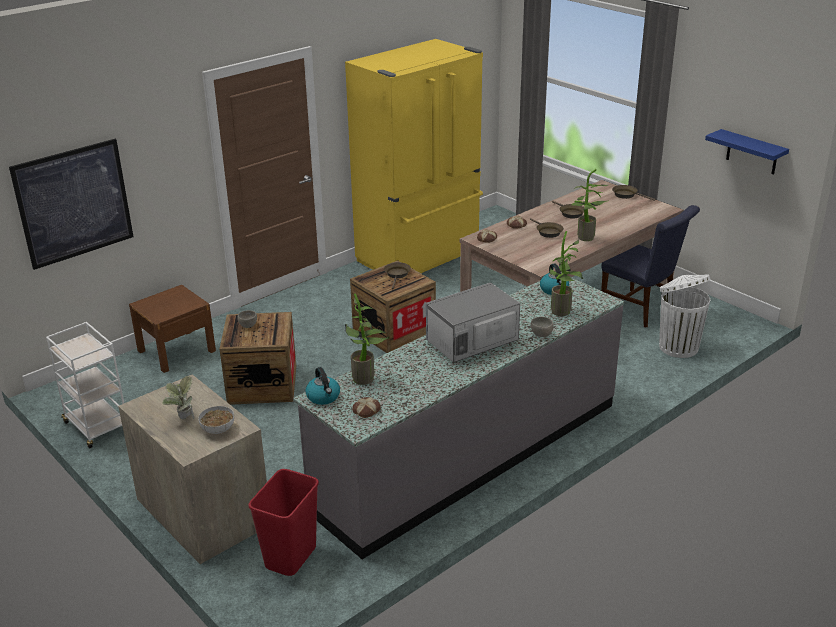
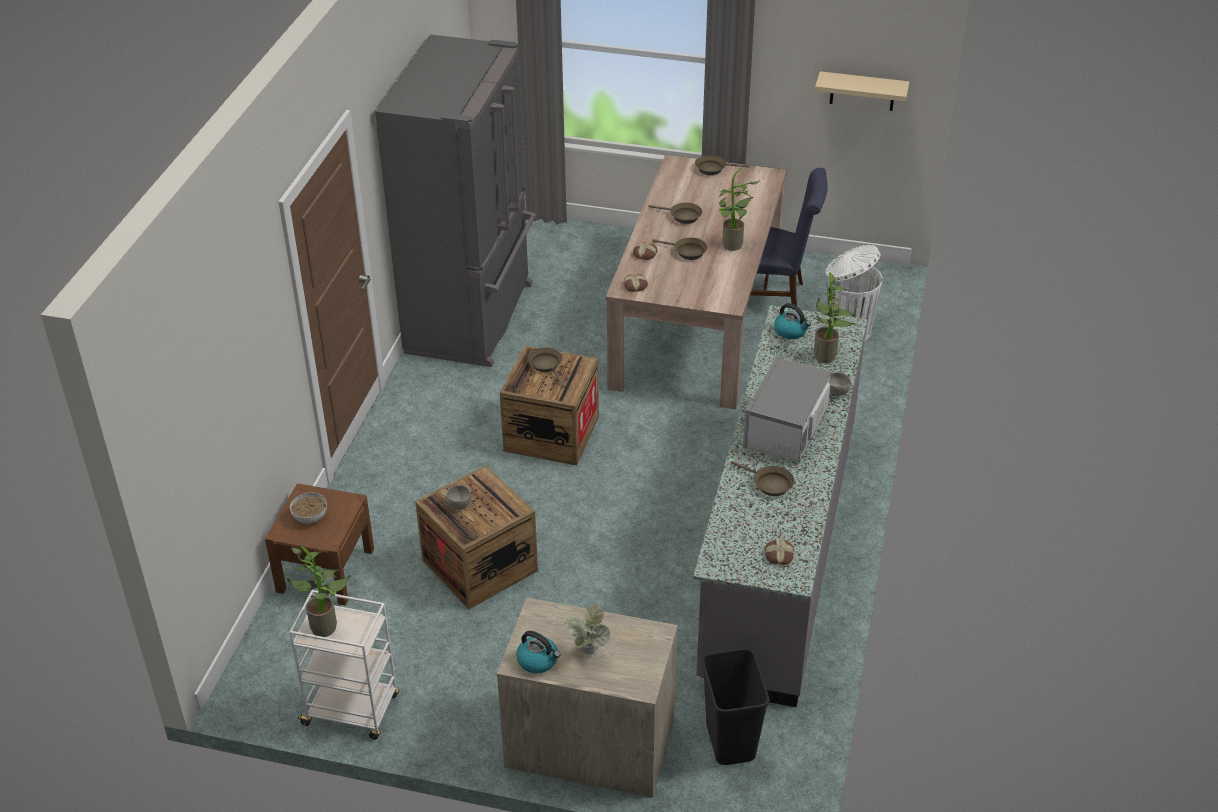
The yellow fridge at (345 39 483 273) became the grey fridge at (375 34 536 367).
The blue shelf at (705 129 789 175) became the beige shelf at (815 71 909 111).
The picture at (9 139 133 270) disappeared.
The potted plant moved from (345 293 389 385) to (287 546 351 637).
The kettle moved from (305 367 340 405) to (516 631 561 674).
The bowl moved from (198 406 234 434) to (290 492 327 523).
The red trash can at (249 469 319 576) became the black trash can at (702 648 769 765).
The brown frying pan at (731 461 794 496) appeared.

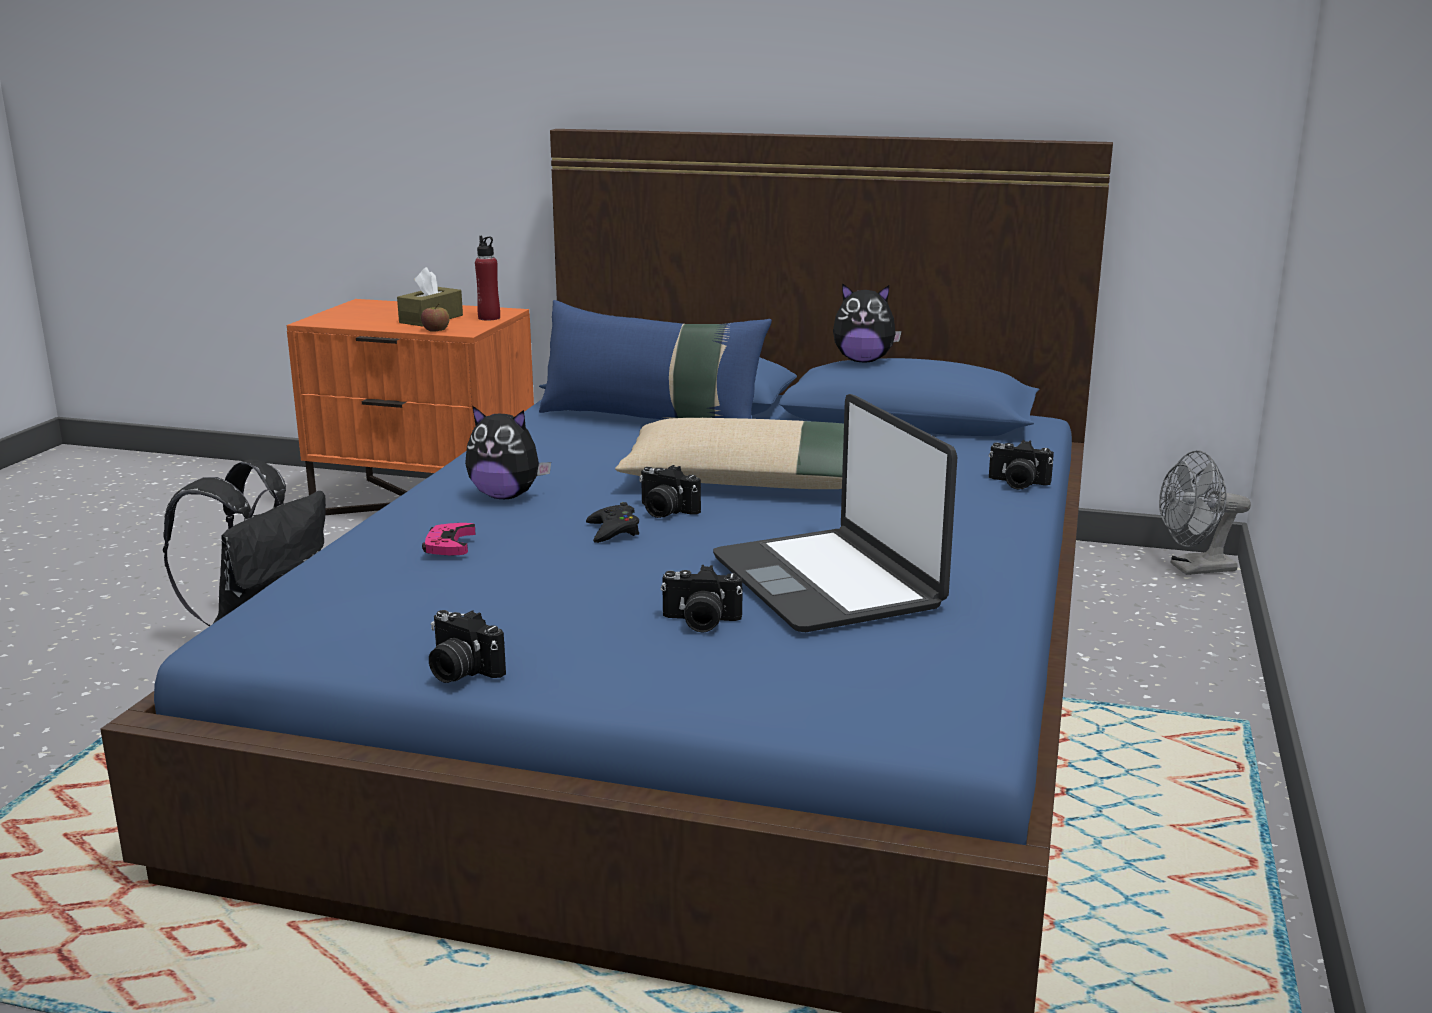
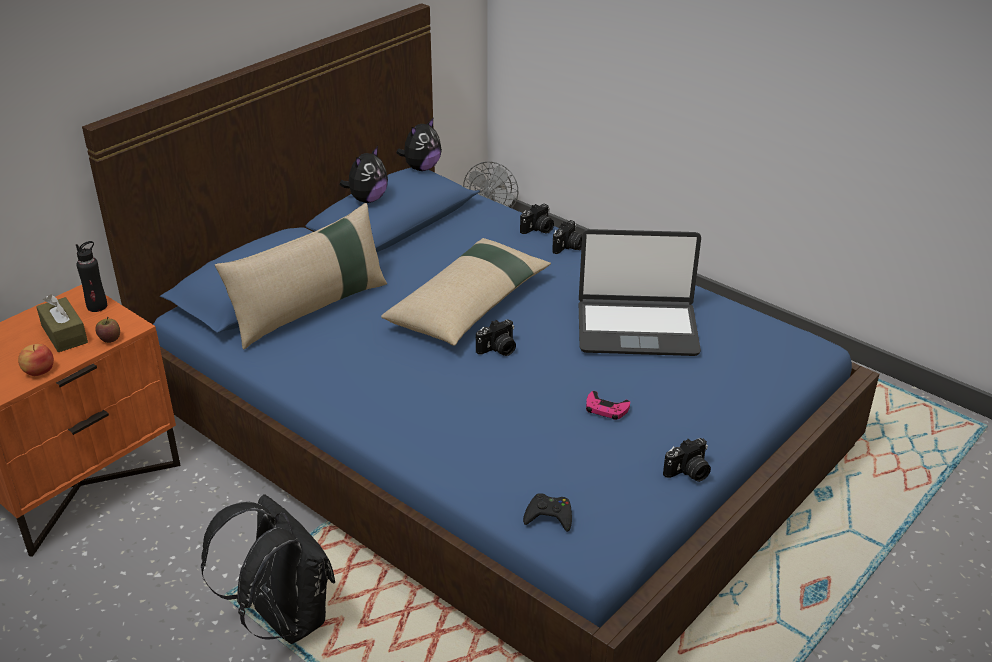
The red bottle at (475 236 500 320) became the black bottle at (76 241 107 312).
The blue pillow at (539 300 772 420) became the beige pillow at (215 203 387 349).
The plush toy moved from (465 406 551 499) to (396 117 442 171).
The black game controller moved from (586 502 639 543) to (523 493 572 532).
The pink game controller moved from (422 523 476 555) to (586 391 630 420).
The photo camera moved from (661 565 743 633) to (552 220 582 254).
The apple at (18 344 54 376) appeared.

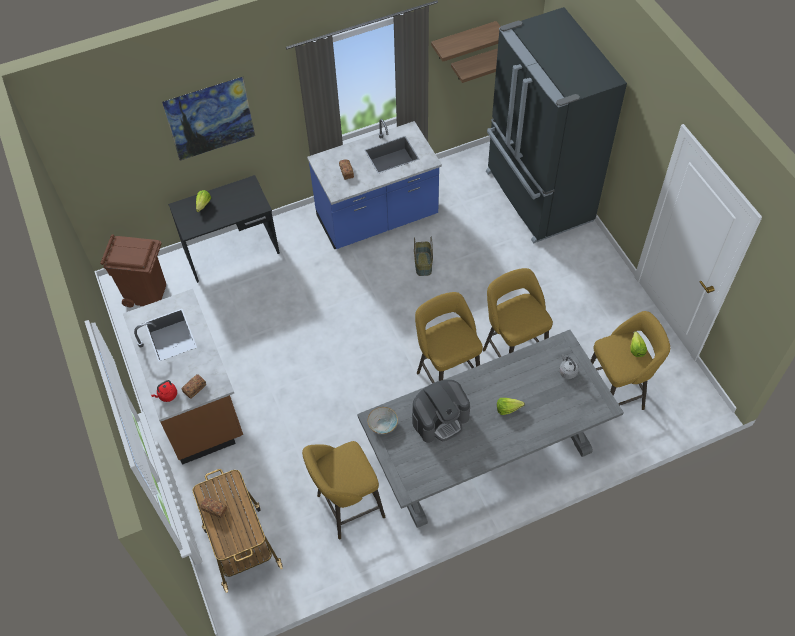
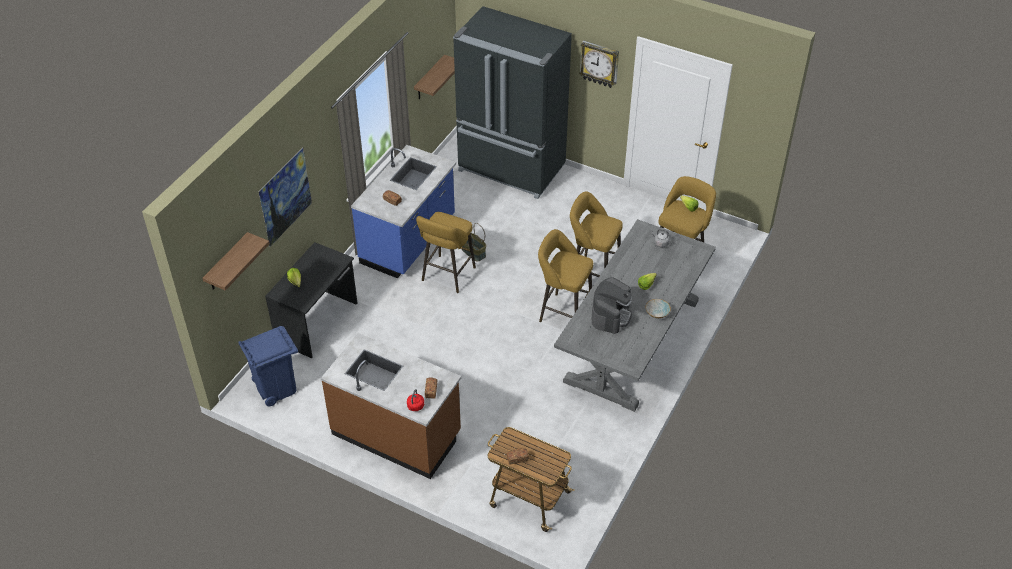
The shelf moved from (431 21 501 62) to (203 232 270 291).
The brown trash can at (101 234 166 307) became the blue trash can at (238 326 298 406).
The bowl moved from (368 407 398 434) to (646 299 671 318).
The yellow stool moved from (302 441 385 539) to (416 212 476 293).
The wall clock at (579 40 619 88) appeared.

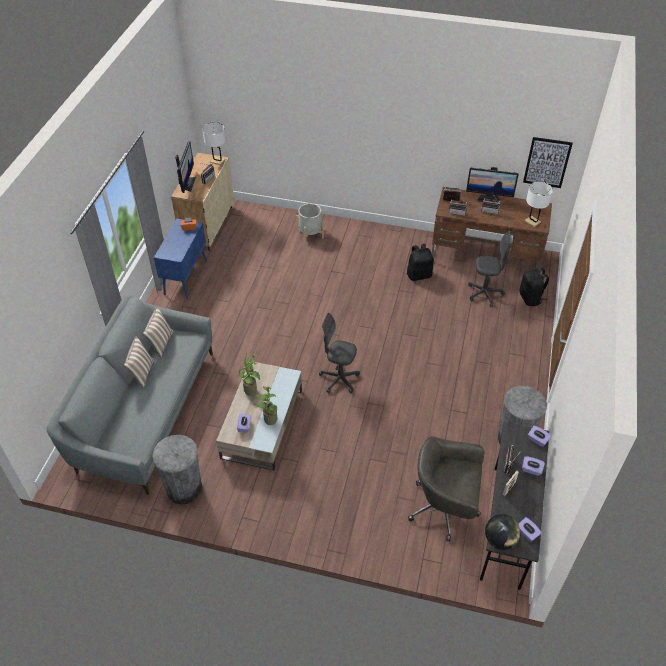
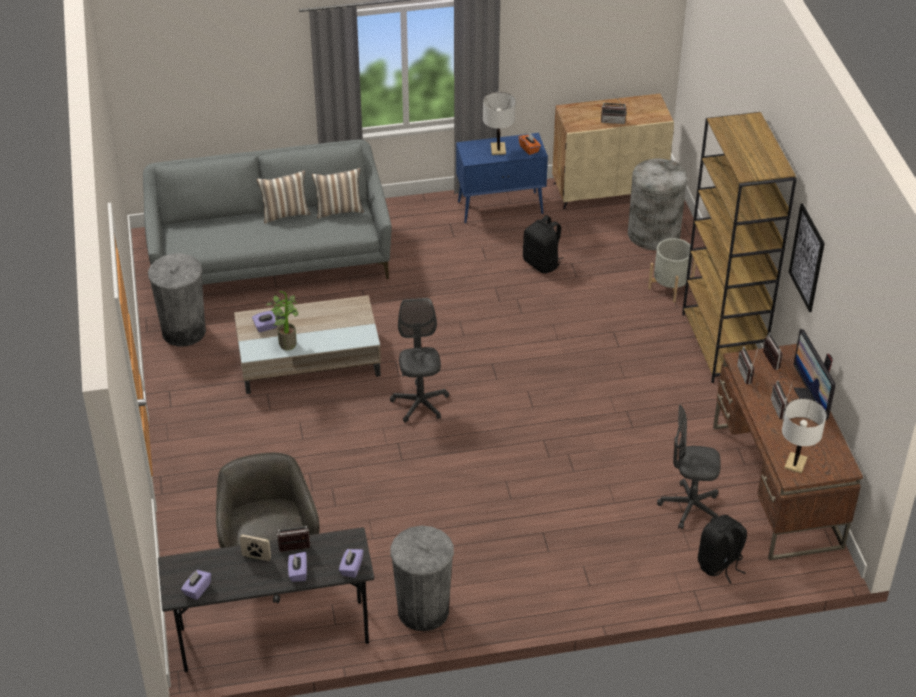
The white table lamp moved from (202 122 226 165) to (483 92 516 155).
The picture moved from (523 137 573 188) to (789 204 825 312).
The monitor at (175 141 196 193) disappeared.
The grey office chair at (468 231 512 307) turned 120 degrees clockwise.
The black backpack moved from (407 244 434 281) to (523 215 563 274).
The potted plant at (239 352 260 396) disappeared.
The globe at (485 514 521 550) disappeared.
The brown bookcase at (682 112 797 383) appeared.
The grey trash can at (628 159 687 250) appeared.

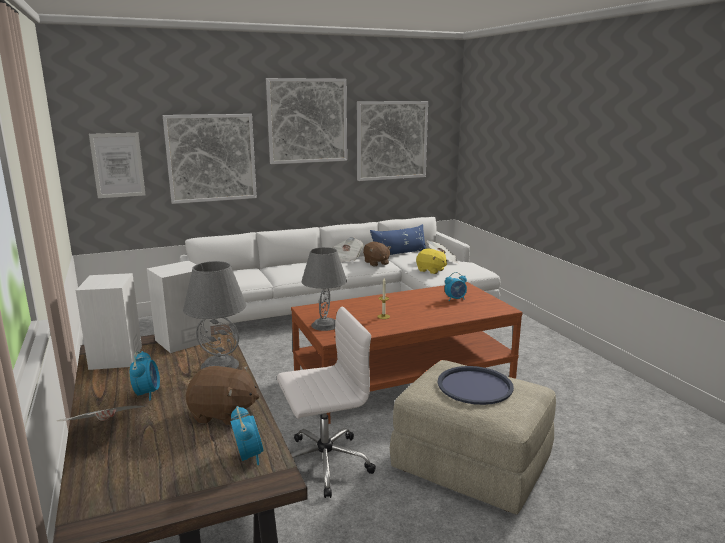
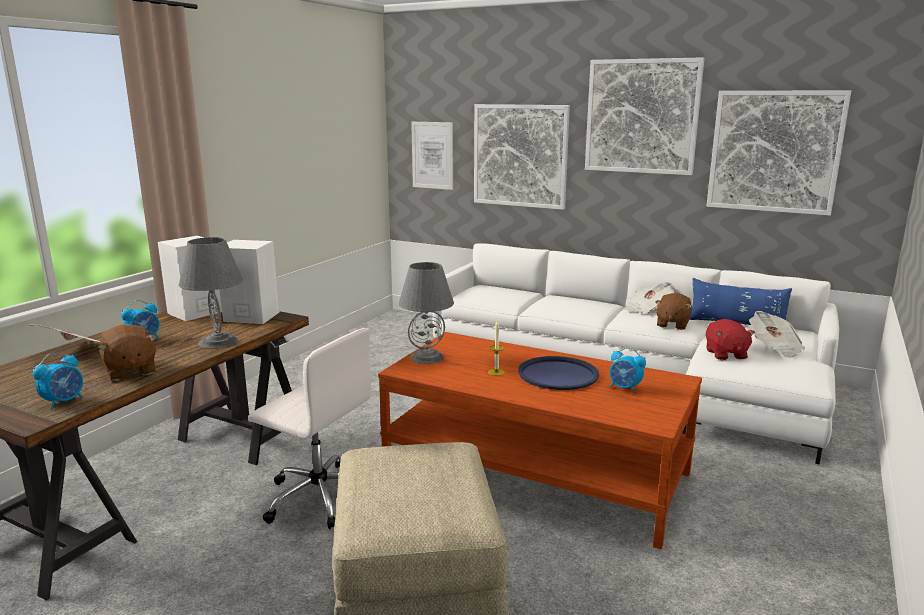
The yellow plush toy at (416 249 447 274) became the red plush toy at (706 319 755 360).
The blue tray moved from (438 366 514 405) to (518 356 599 390).

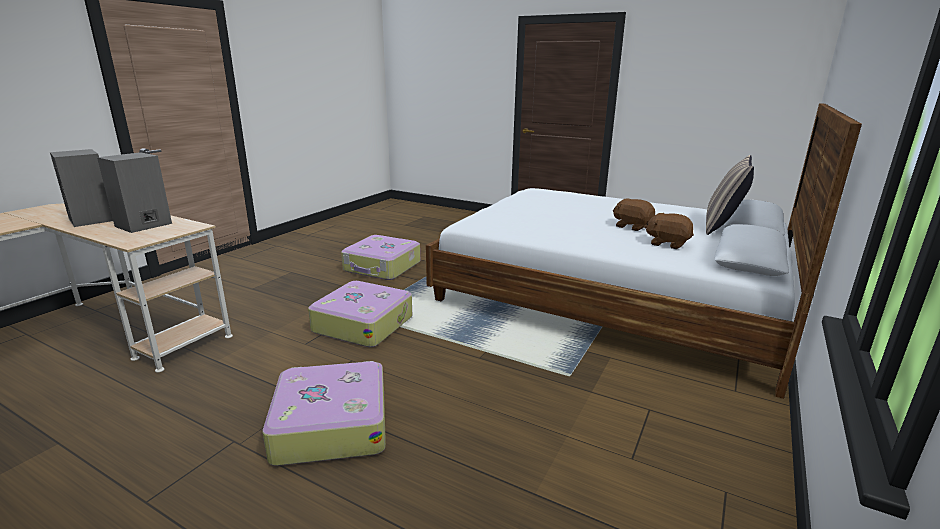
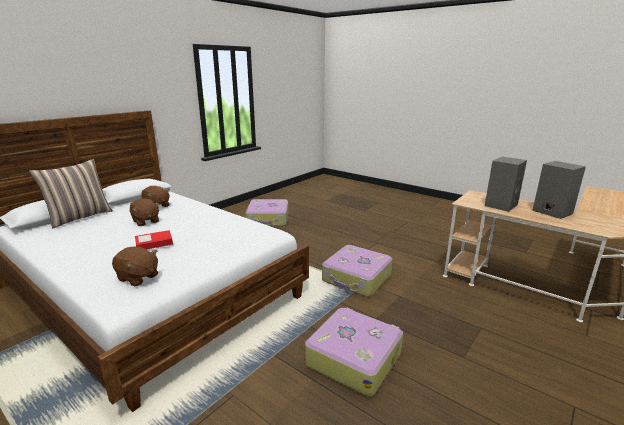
The suitcase moved from (263 361 386 466) to (245 199 289 226).
The book at (135 230 173 250) appeared.
The brown plush toy at (112 246 158 286) appeared.

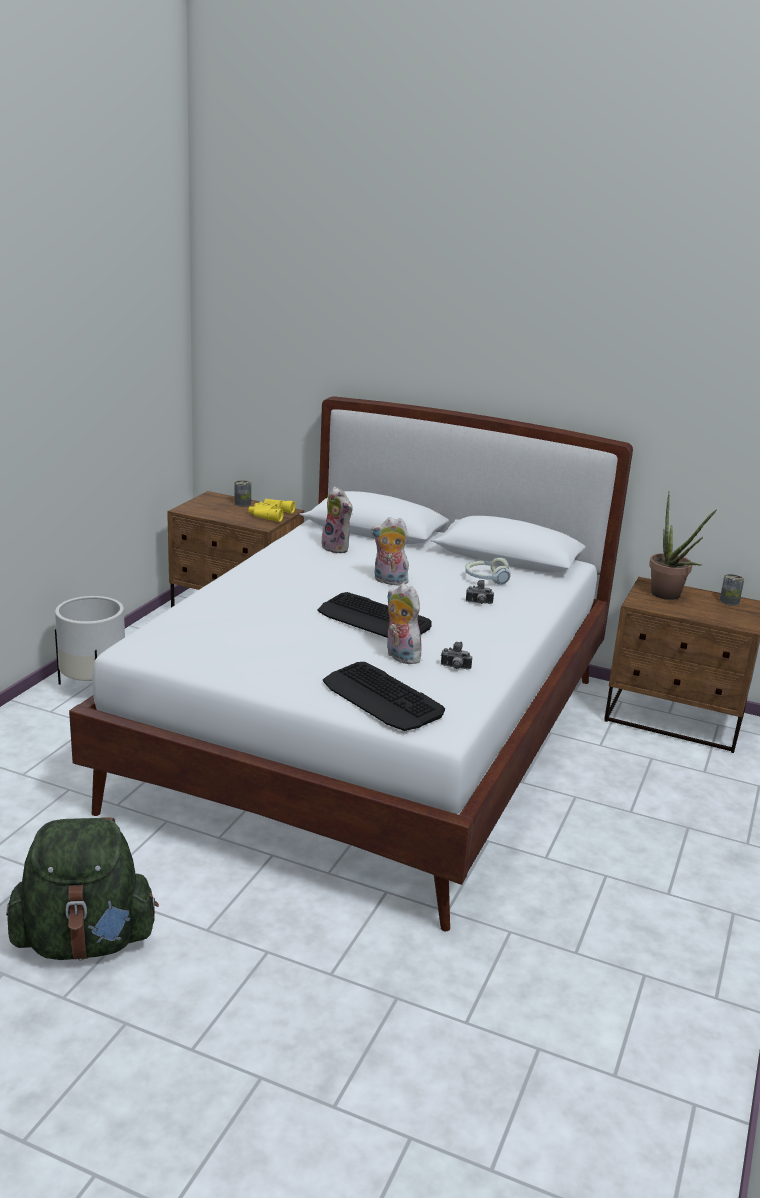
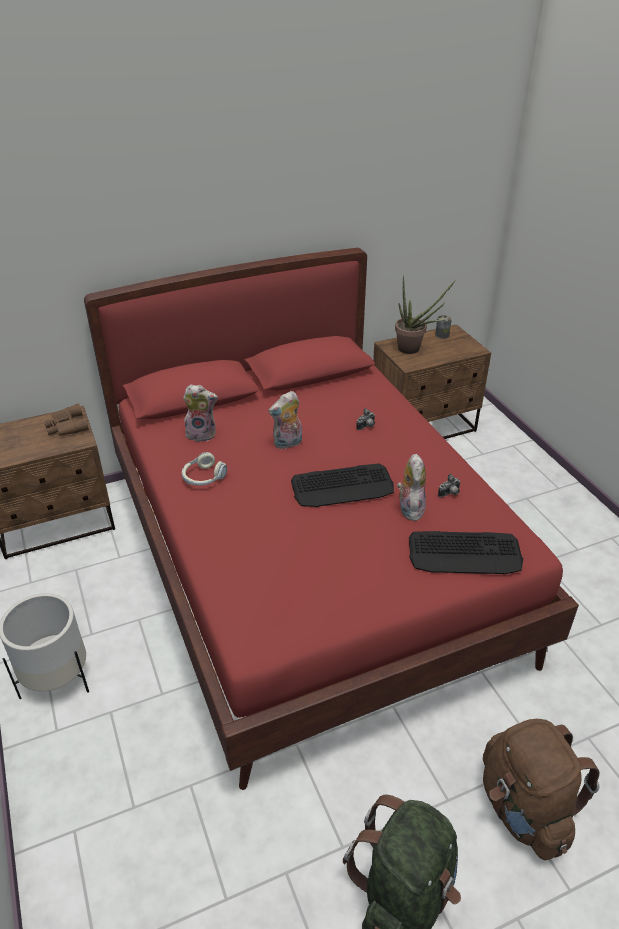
The white bed at (69 396 633 932) became the red bed at (84 248 579 790).
The can at (235 480 251 507) disappeared.
The yellow binoculars at (248 499 295 522) became the brown binoculars at (44 403 89 436).
The headphones moved from (465 558 511 585) to (182 452 227 486).
The plush toy at (387 583 425 664) turned 90 degrees clockwise.
The brown backpack at (483 719 600 860) appeared.

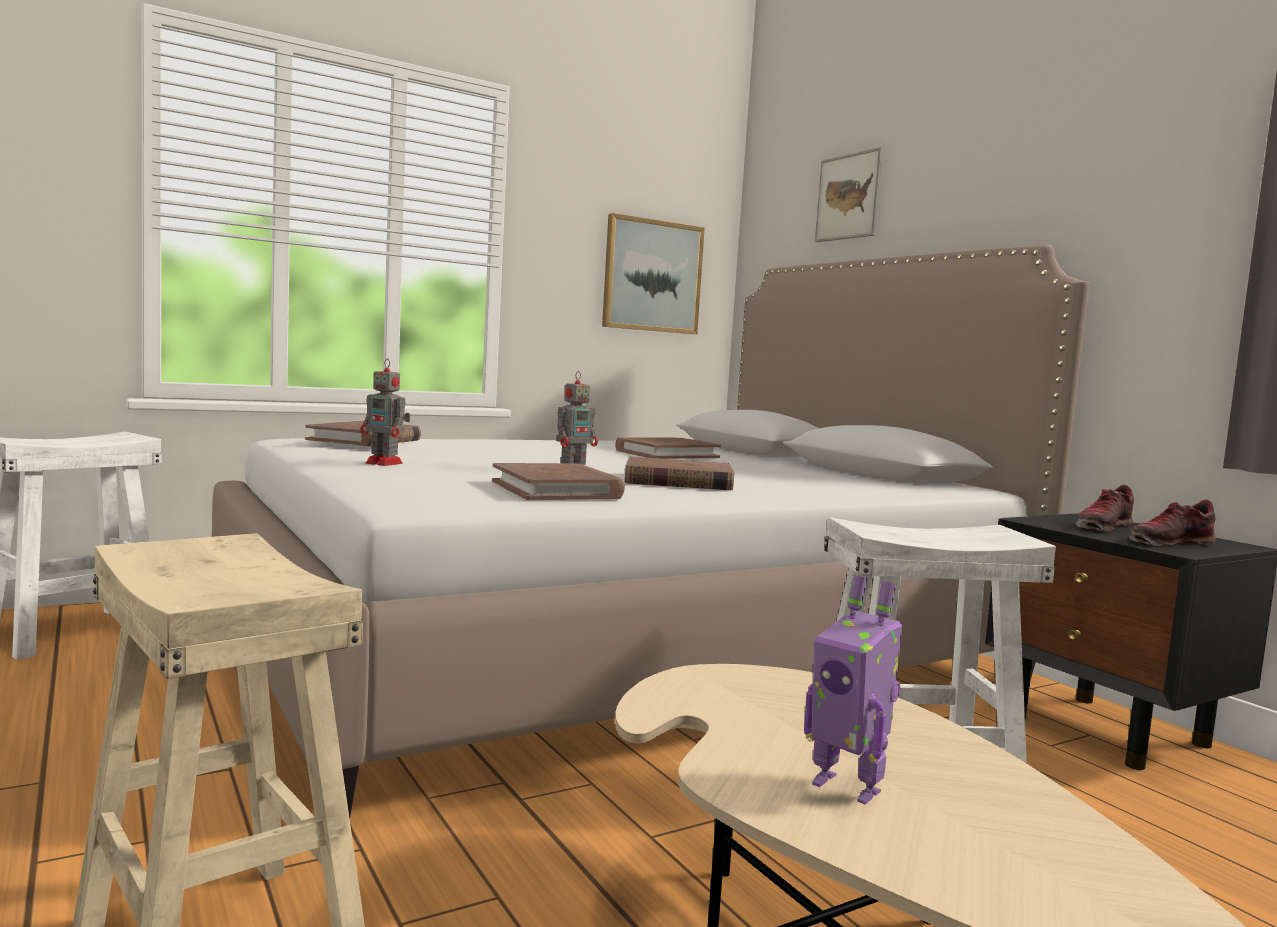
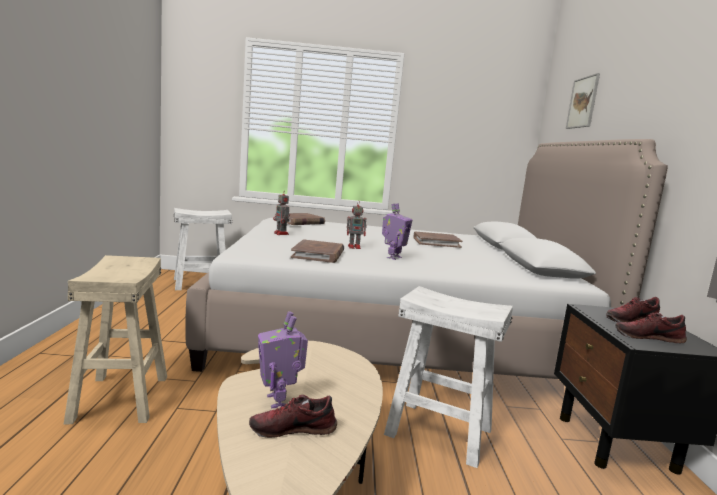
The picture at (602 213 705 334) disappeared.
The brown book at (625 457 734 490) was replaced by the toy robot at (382 203 412 260).
The shoe at (249 395 337 438) appeared.

